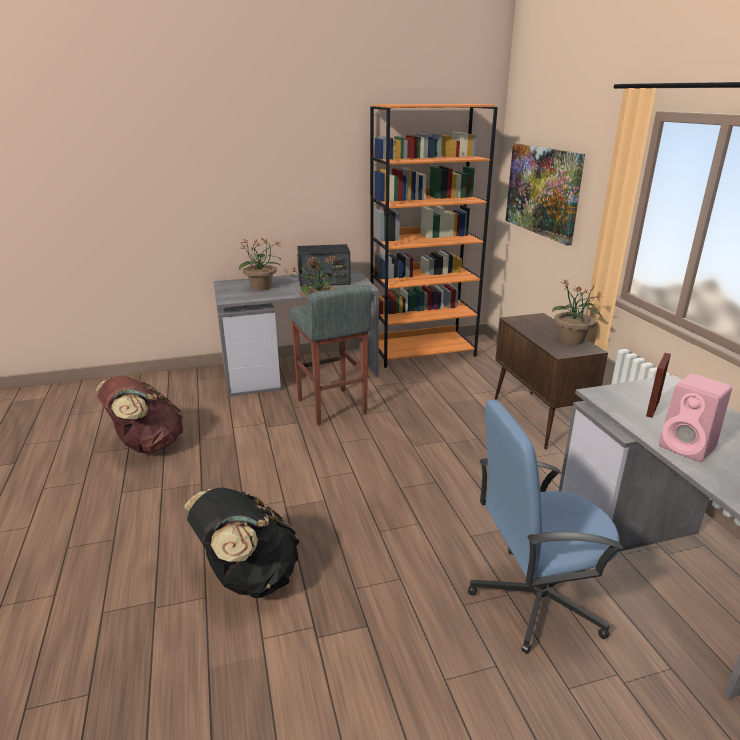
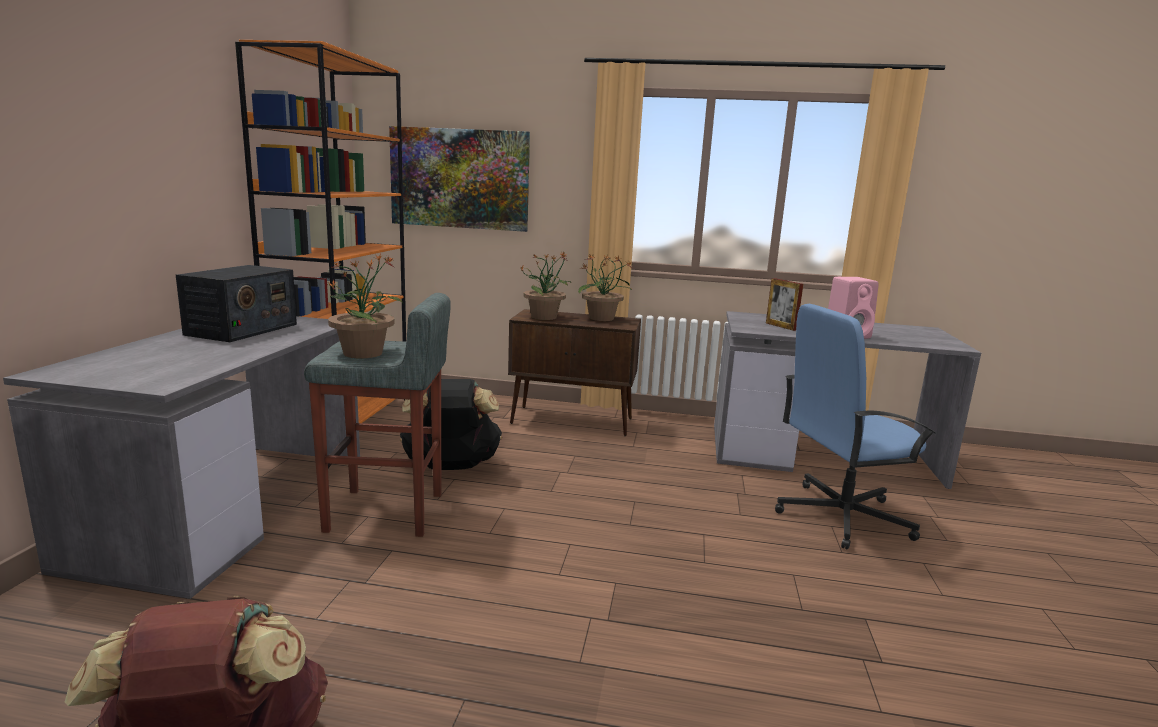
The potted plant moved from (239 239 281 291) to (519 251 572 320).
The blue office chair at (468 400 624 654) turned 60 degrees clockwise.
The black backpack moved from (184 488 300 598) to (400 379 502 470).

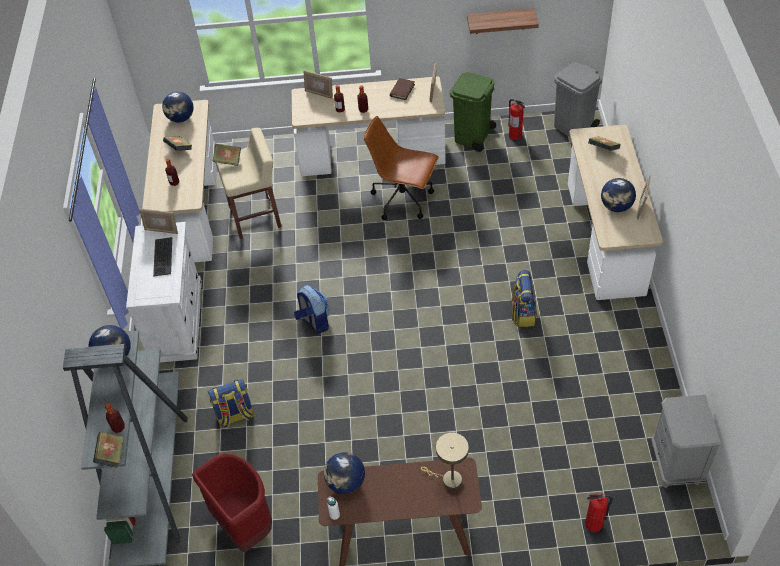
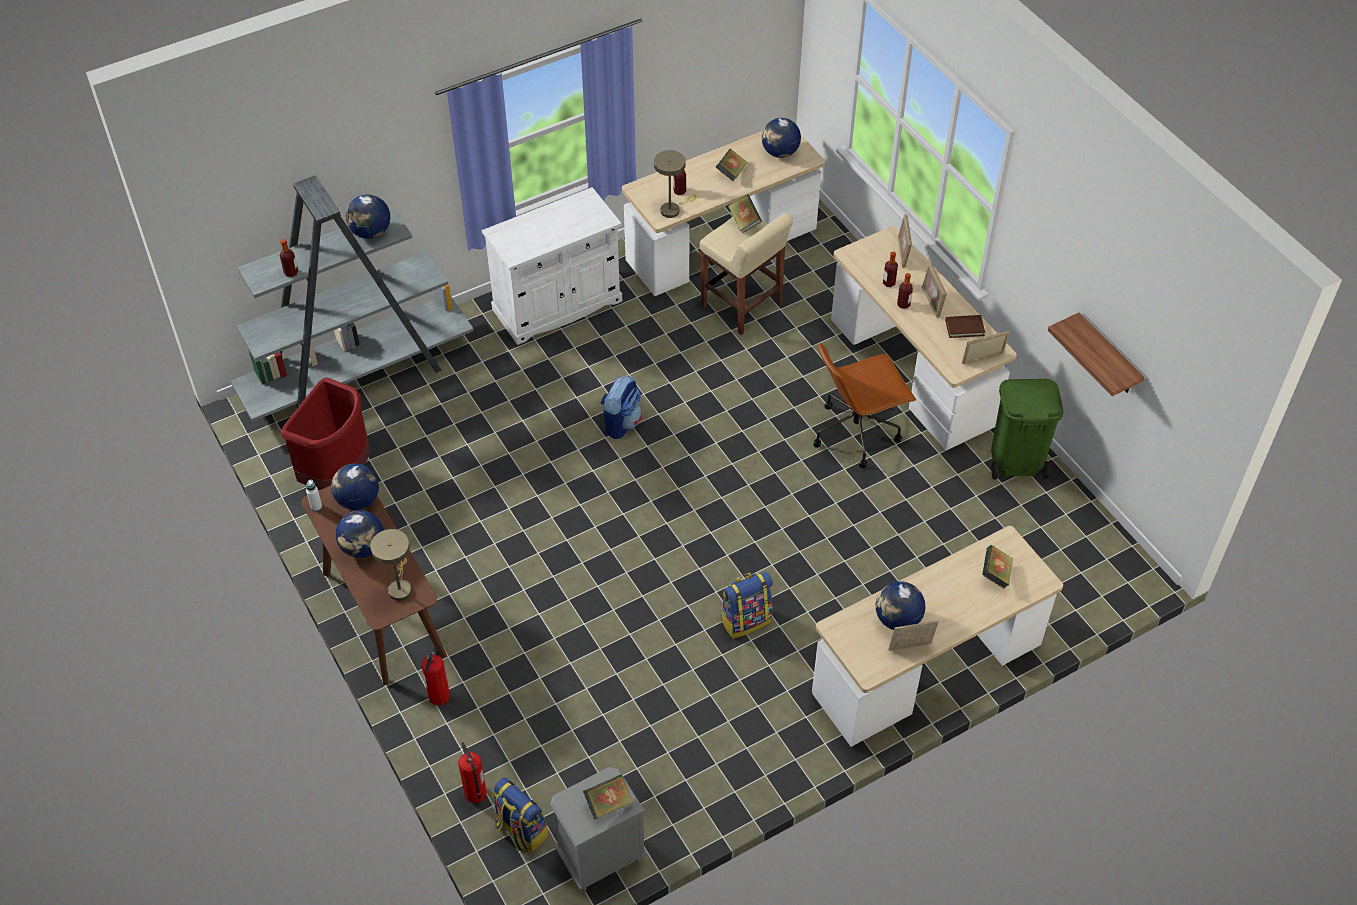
The grey trash can at (554 62 603 137) disappeared.
The fire extinguisher moved from (509 99 525 140) to (421 647 450 705).
The brown office chair at (364 116 439 220) turned 105 degrees counterclockwise.
The picture frame moved from (139 209 178 234) to (922 263 947 318).
The keyboard at (153 237 172 277) disappeared.
The backpack moved from (207 379 254 428) to (492 777 549 854).
The book moved from (93 432 124 468) to (583 775 634 820).
The beige table lamp at (654 150 697 218) appeared.
The globe at (336 510 384 558) appeared.

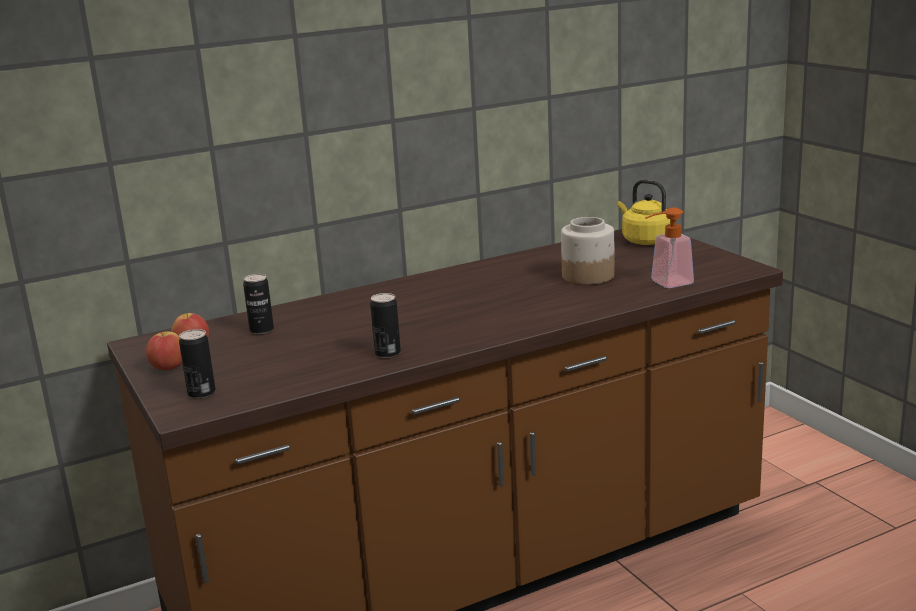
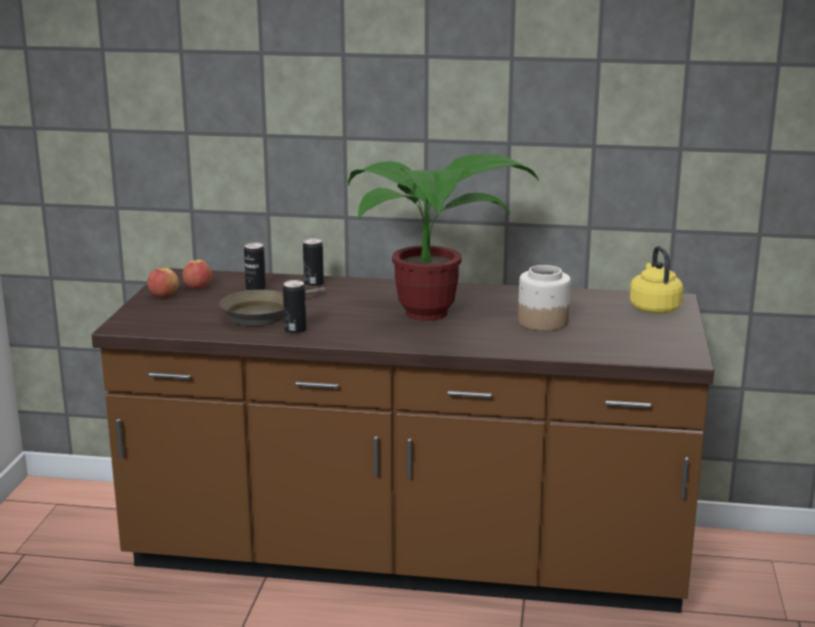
The soap dispenser at (645 207 694 288) disappeared.
The can moved from (179 329 216 398) to (303 238 324 287).
The potted plant at (348 154 539 321) appeared.
The brown frying pan at (219 287 326 326) appeared.

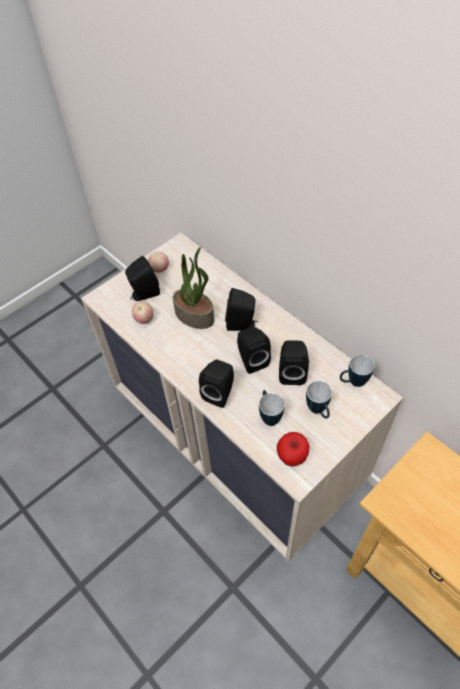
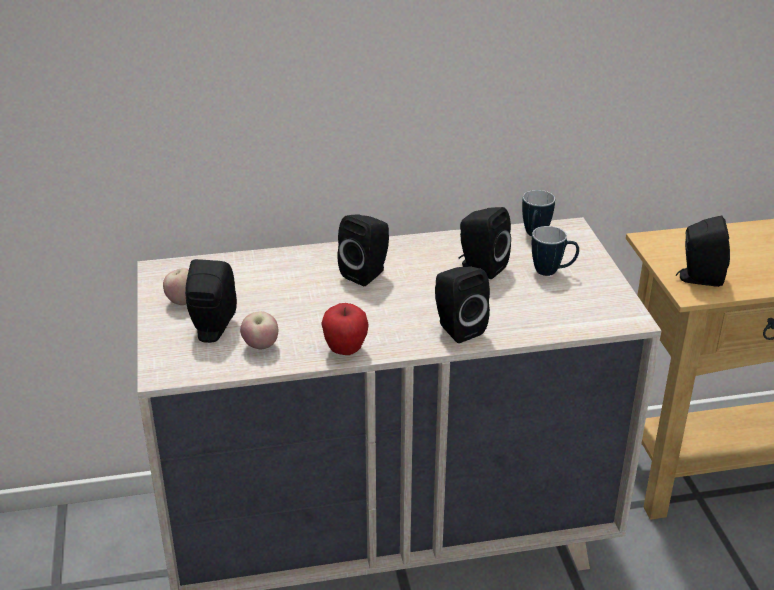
The potted plant at (173 247 214 329) disappeared.
The black speaker moved from (237 327 271 374) to (676 215 730 287).
The mug at (259 390 285 426) disappeared.
The apple moved from (277 432 309 466) to (321 303 369 355).

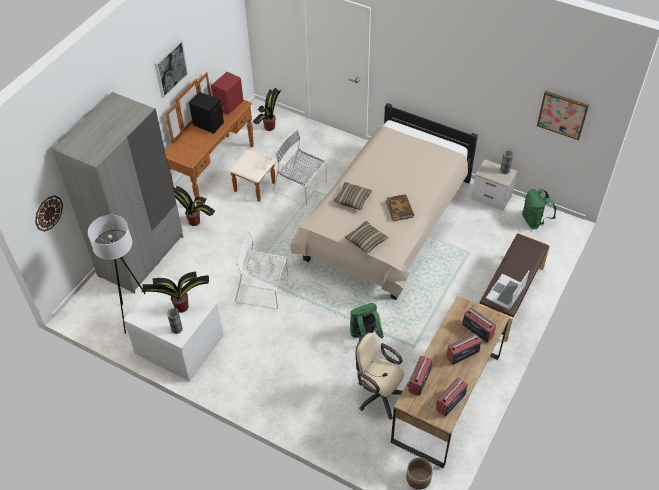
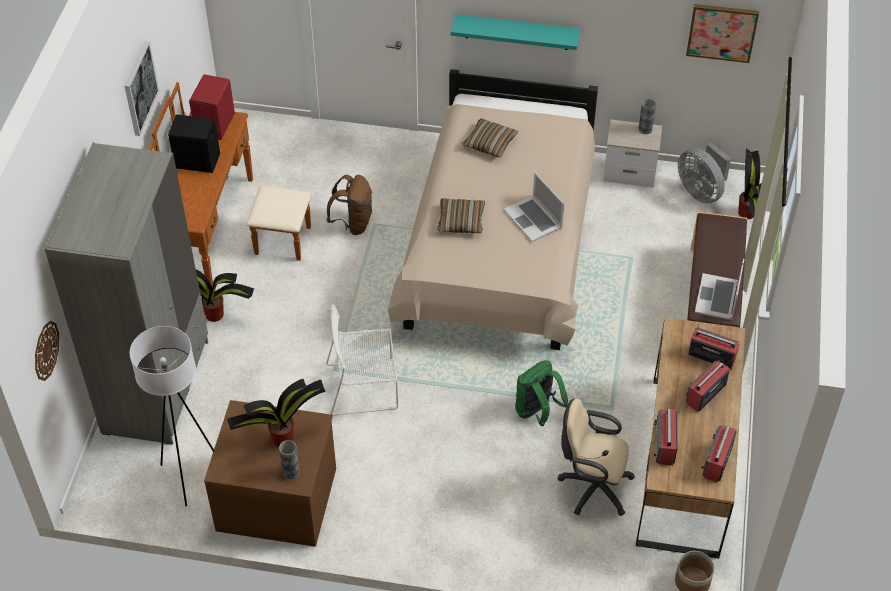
The potted plant moved from (253 88 281 131) to (738 148 761 219).
The grey chair at (273 129 327 205) was replaced by the brown backpack at (326 175 372 235).
The green backpack at (522 189 556 229) was replaced by the grey fan at (678 143 731 204).
The book at (386 194 414 221) was replaced by the laptop at (504 172 564 242).
The pillow moved from (345 221 388 253) to (462 118 518 158).
The white dresser at (123 275 223 381) became the brown dresser at (204 400 336 547).
The turquoise shelf at (451 14 580 50) appeared.

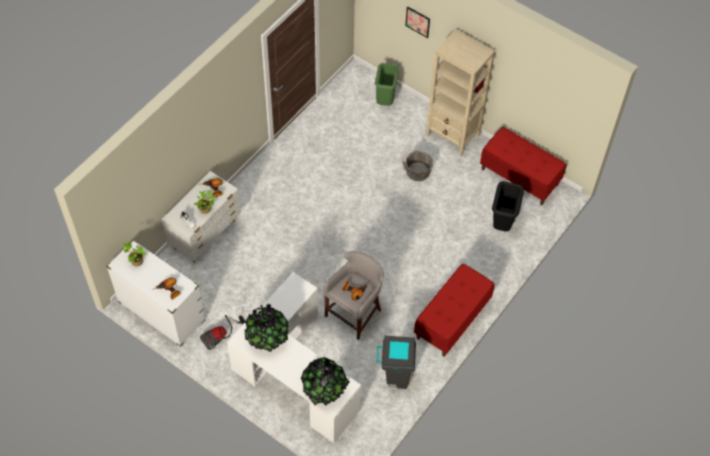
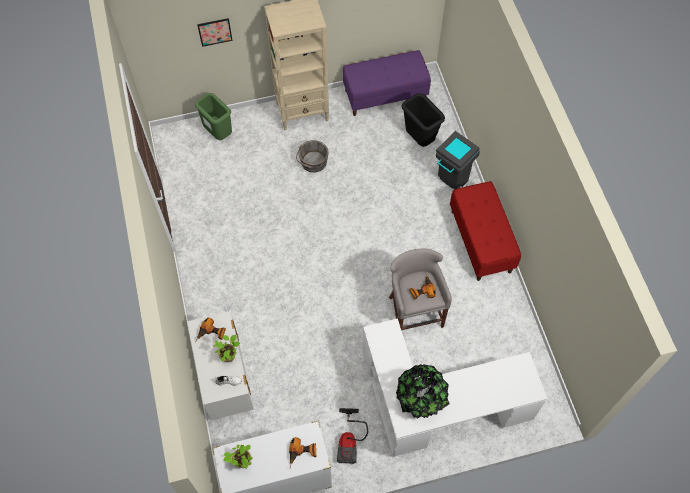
The red bench at (480 127 567 205) became the purple bench at (343 50 431 116).
The grey trash can moved from (376 336 416 389) to (436 131 480 189).
The potted plant at (301 357 350 405) disappeared.

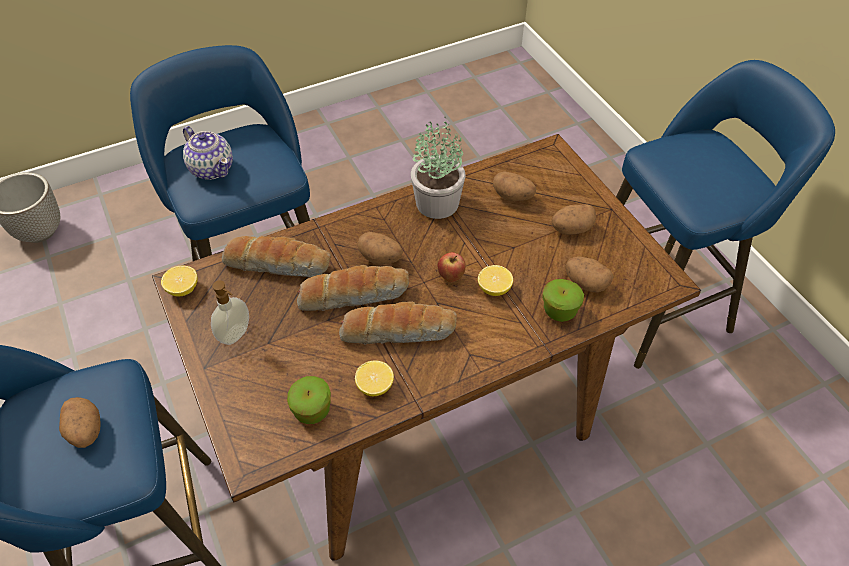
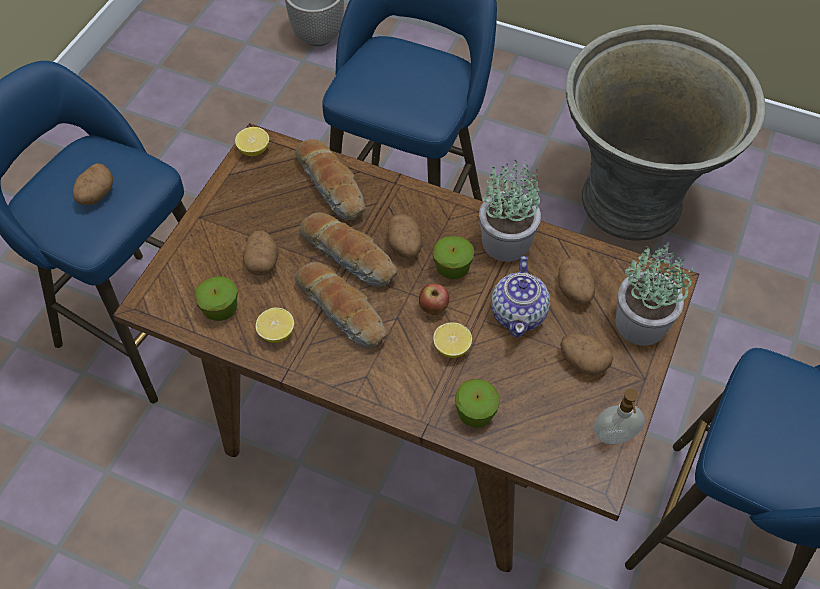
The teapot moved from (183 126 233 180) to (491 256 550 338).
The potato moved from (565 256 613 293) to (243 230 279 276).
The soap dispenser moved from (211 280 249 345) to (594 389 645 444).
The grey planter at (566 25 765 241) appeared.
The apple at (433 236 474 279) appeared.
The potted plant at (616 241 694 346) appeared.

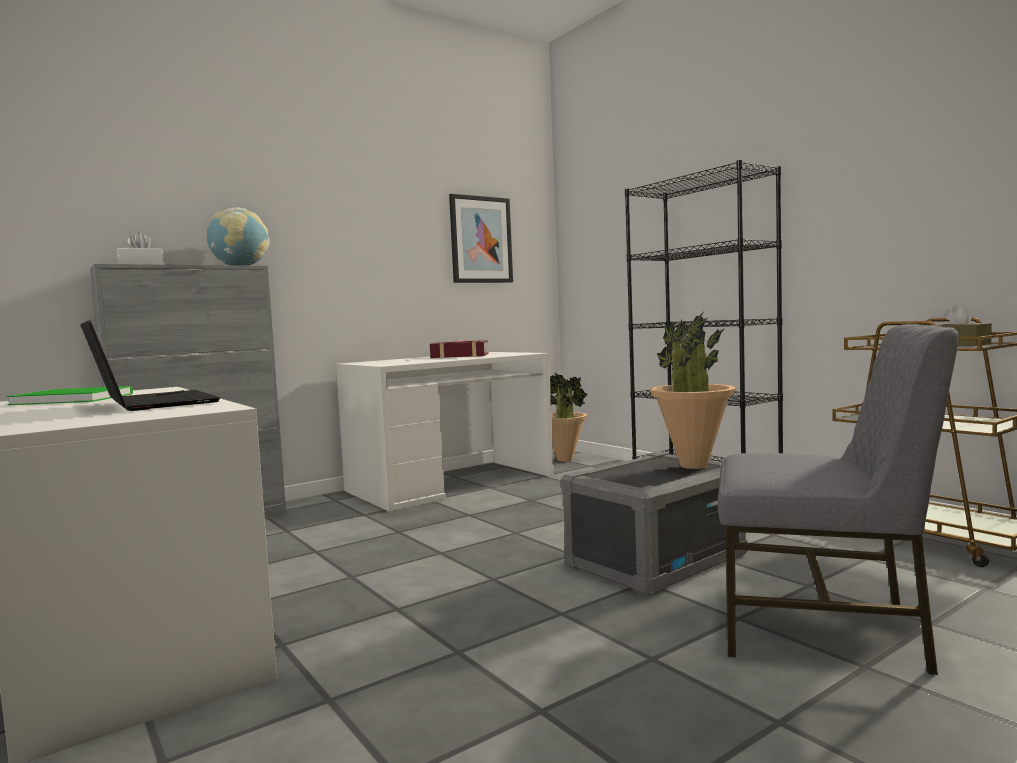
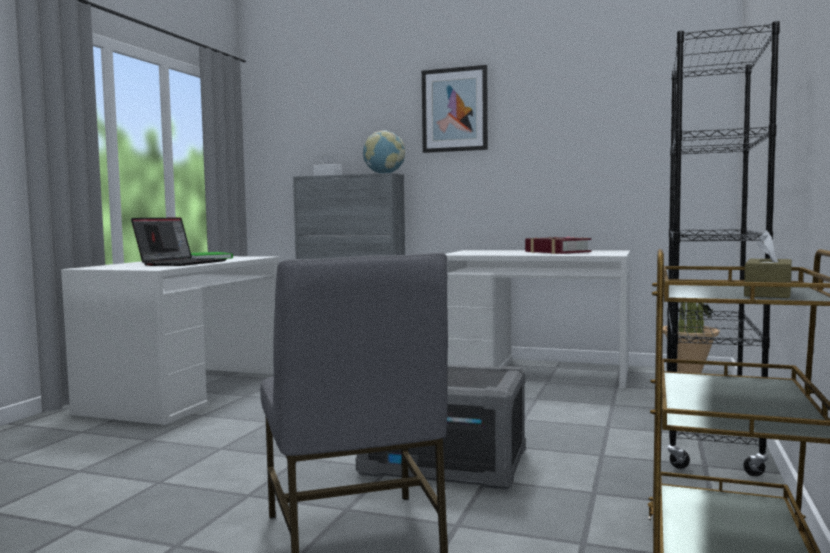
The picture moved from (449 194 513 283) to (422 65 488 153).
The potted plant at (650 312 736 469) disappeared.

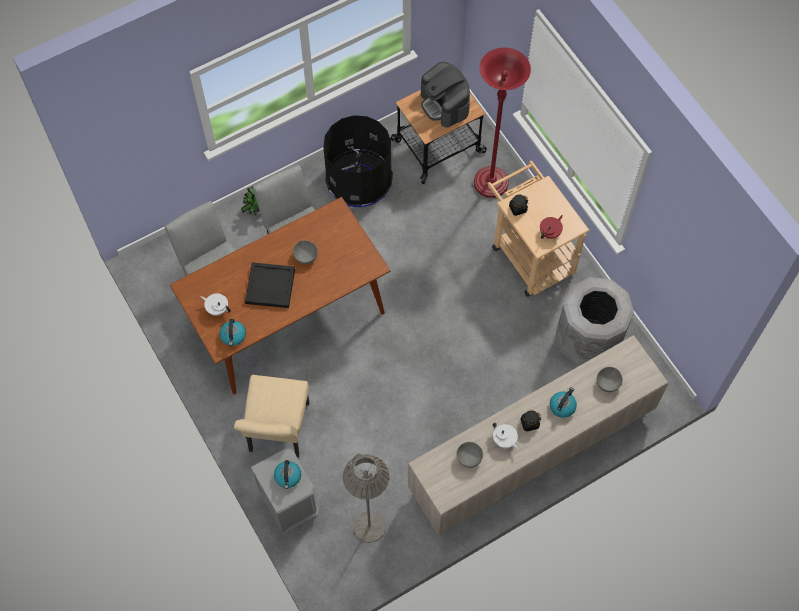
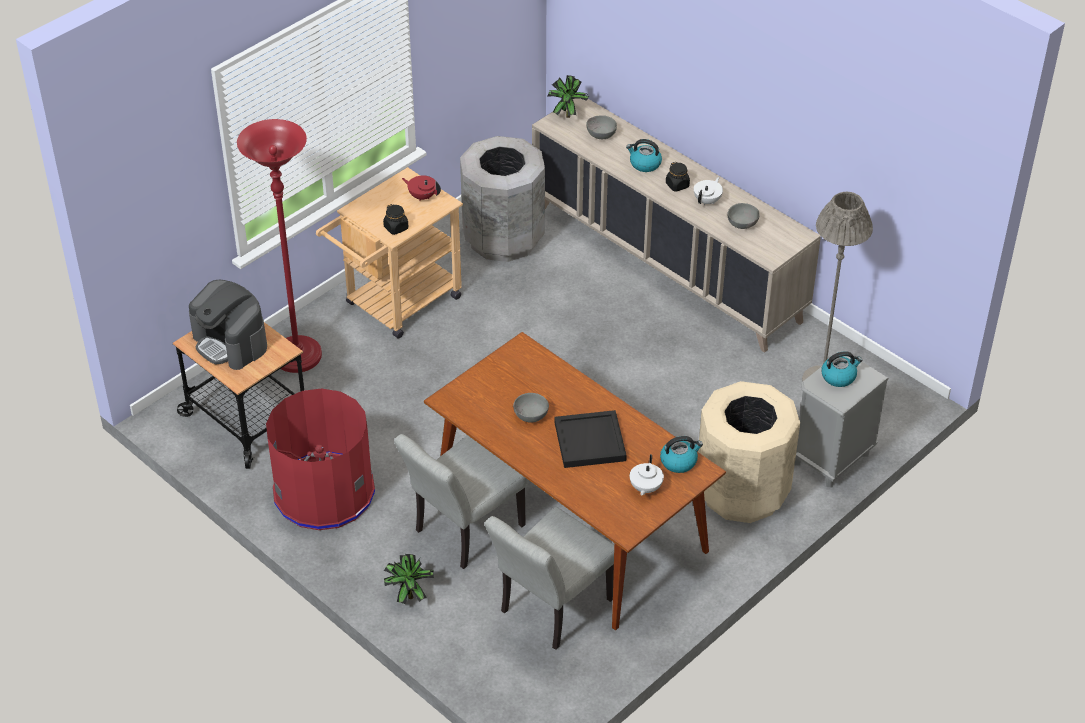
The coffee machine at (421 62 470 128) turned 90 degrees clockwise.
The black trash can at (323 115 393 207) became the red trash can at (266 388 375 530).
The beige chair at (234 375 310 458) was replaced by the beige trash can at (698 381 800 523).
The potted plant at (547 75 589 118) appeared.

